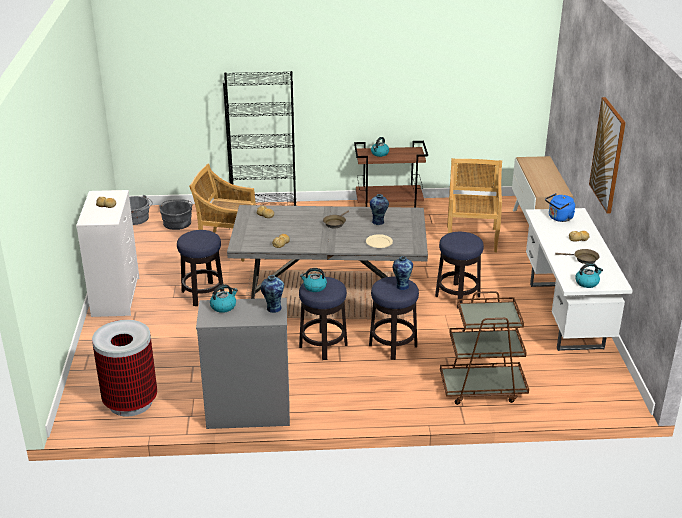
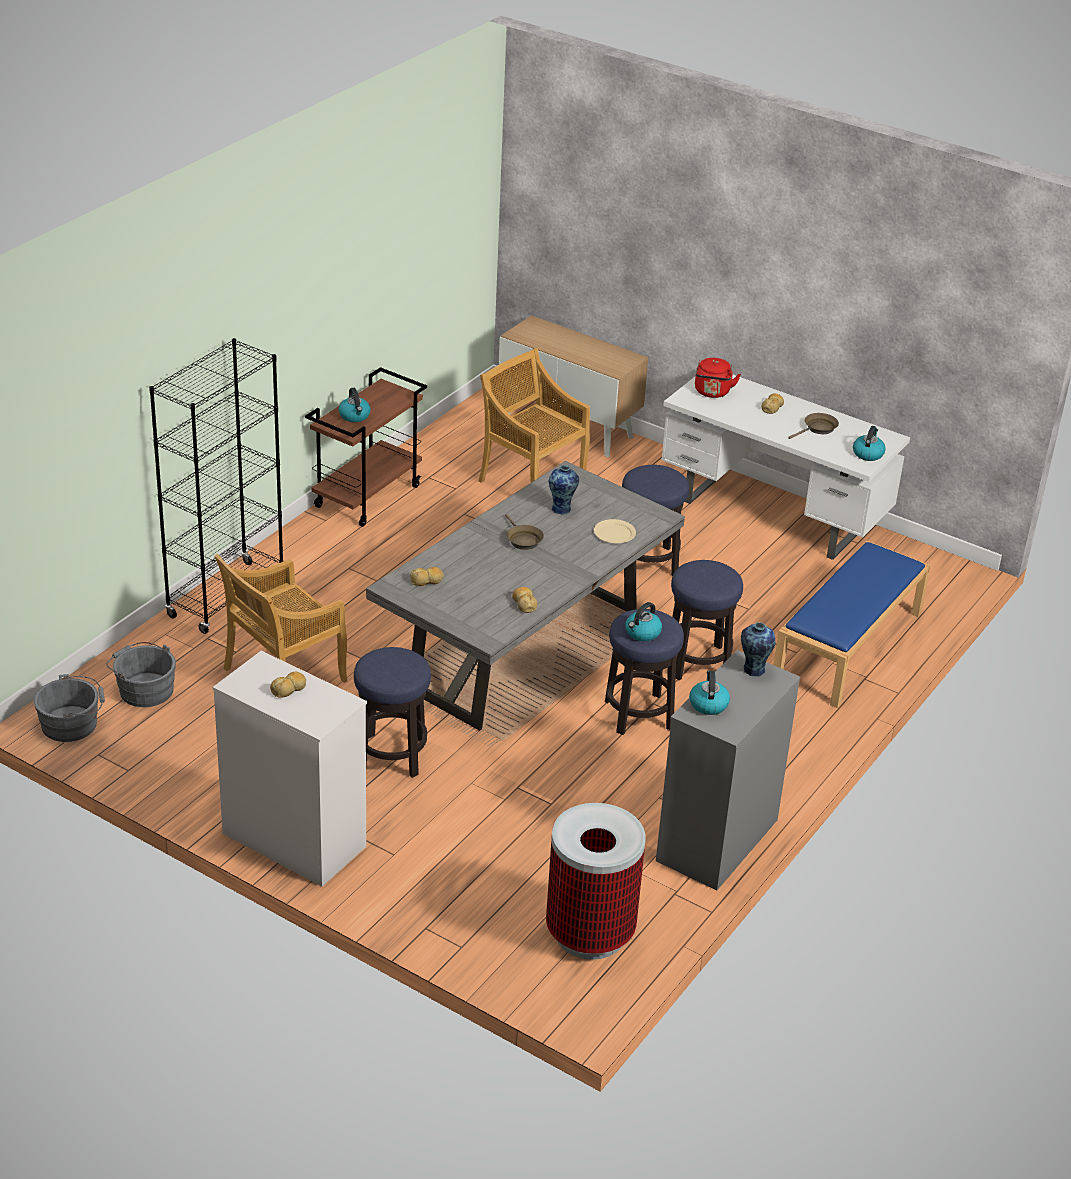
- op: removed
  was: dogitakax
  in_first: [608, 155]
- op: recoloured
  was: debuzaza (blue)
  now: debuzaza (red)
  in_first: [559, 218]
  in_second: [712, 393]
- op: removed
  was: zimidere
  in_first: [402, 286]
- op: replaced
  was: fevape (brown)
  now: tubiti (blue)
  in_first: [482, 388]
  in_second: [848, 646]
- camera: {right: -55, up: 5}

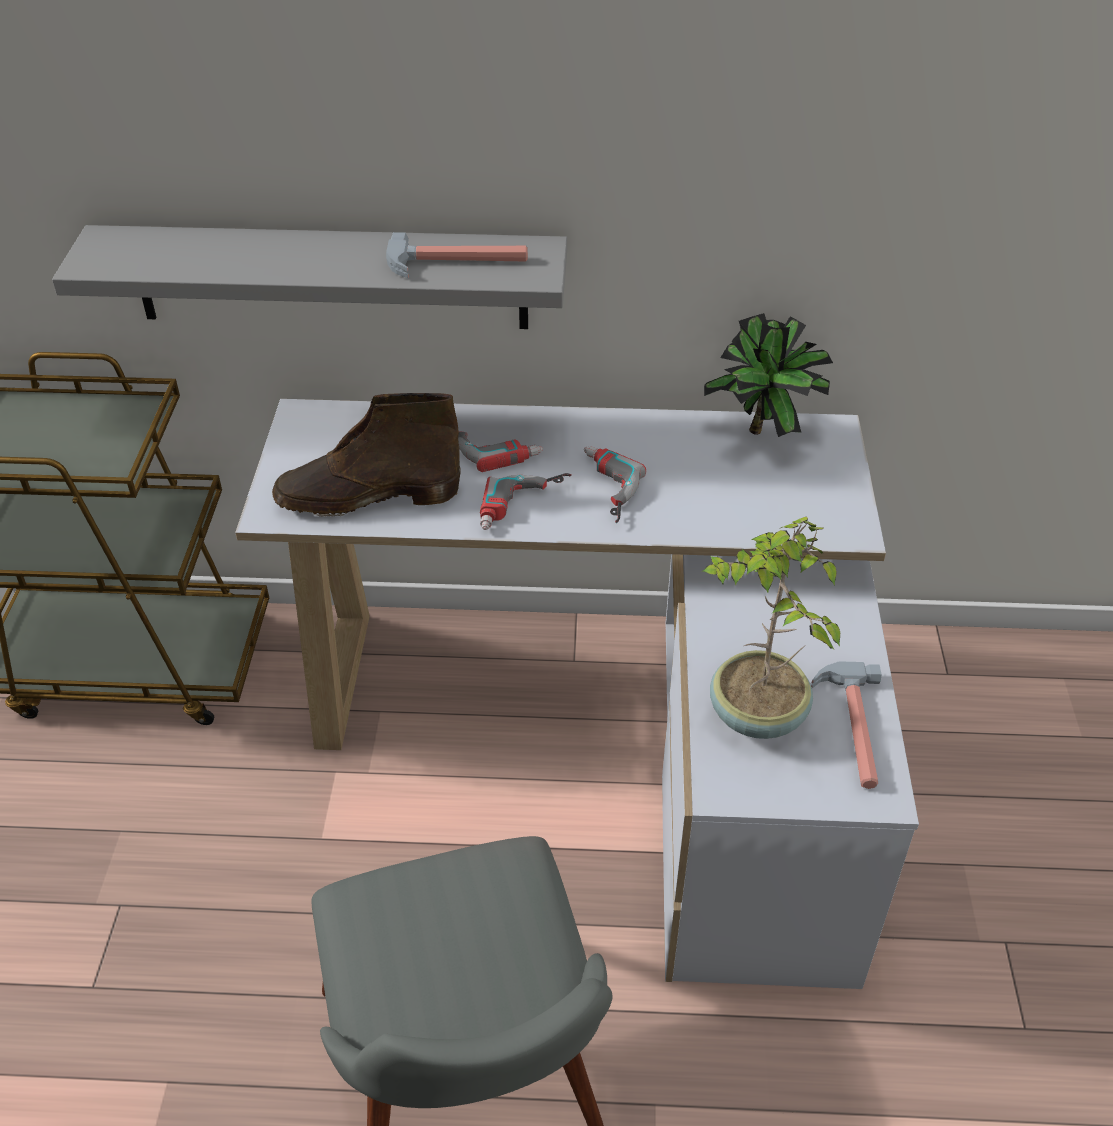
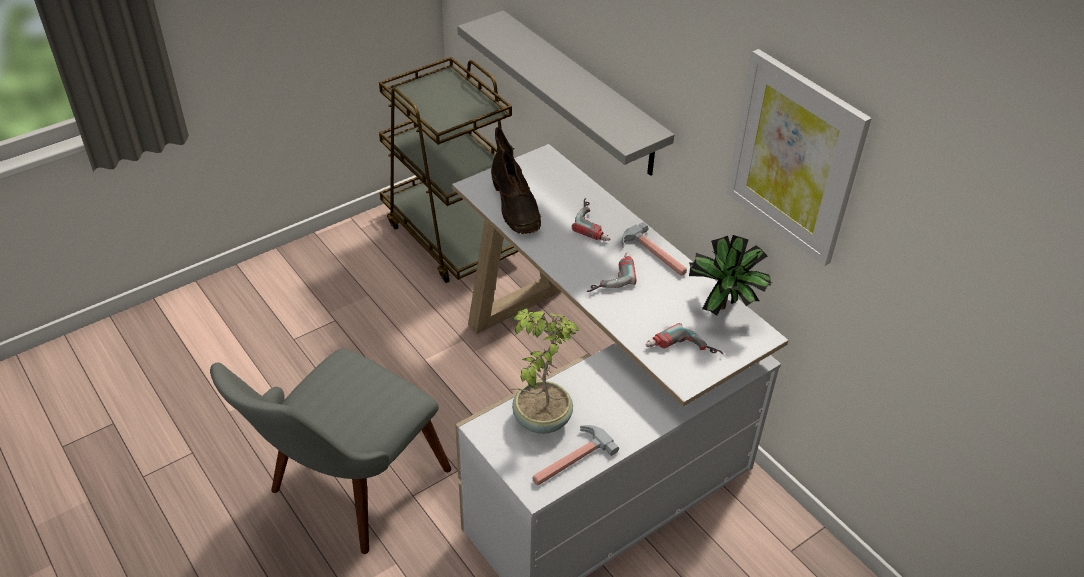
- op: moved
  was: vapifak
  in_first: [457, 262]
  in_second: [654, 255]
- op: turned
  was: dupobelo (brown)
  in_first: [366, 496]
  in_second: [516, 206]
  clockwise: -150
- op: moved
  was: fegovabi
  in_first: [525, 507]
  in_second: [682, 352]
- op: added
  now: dogitakax
  in_second: [795, 157]
- camera: {right: 50, up: 0}

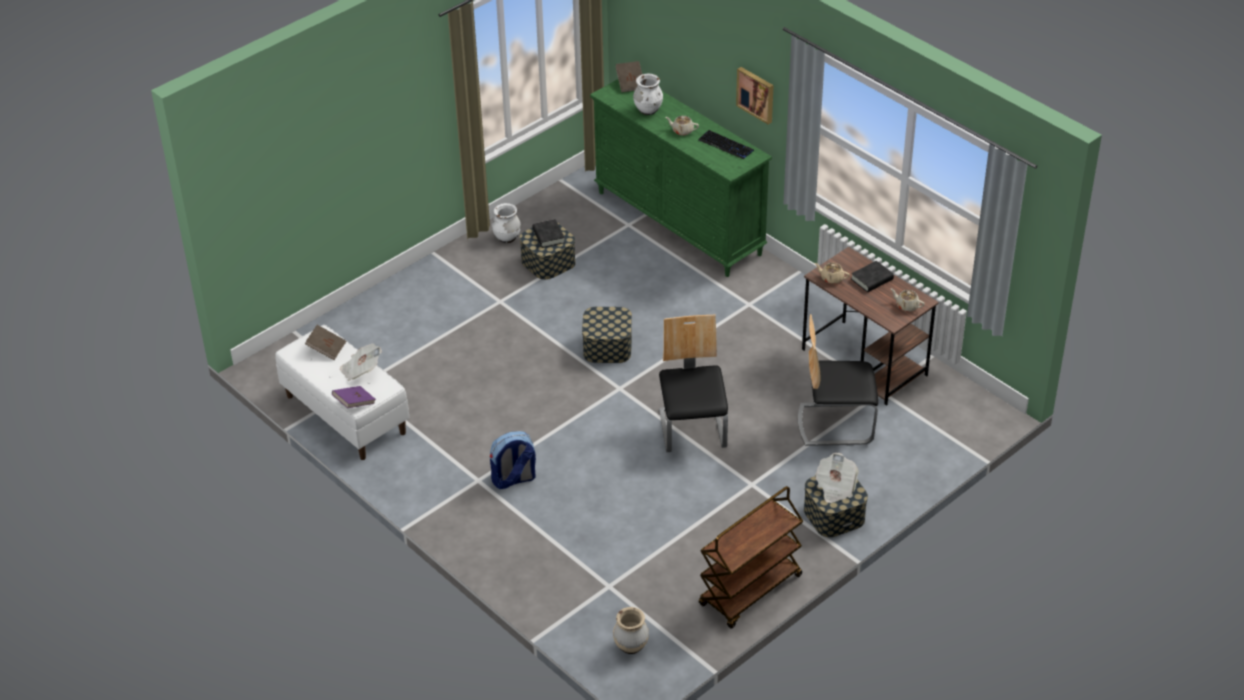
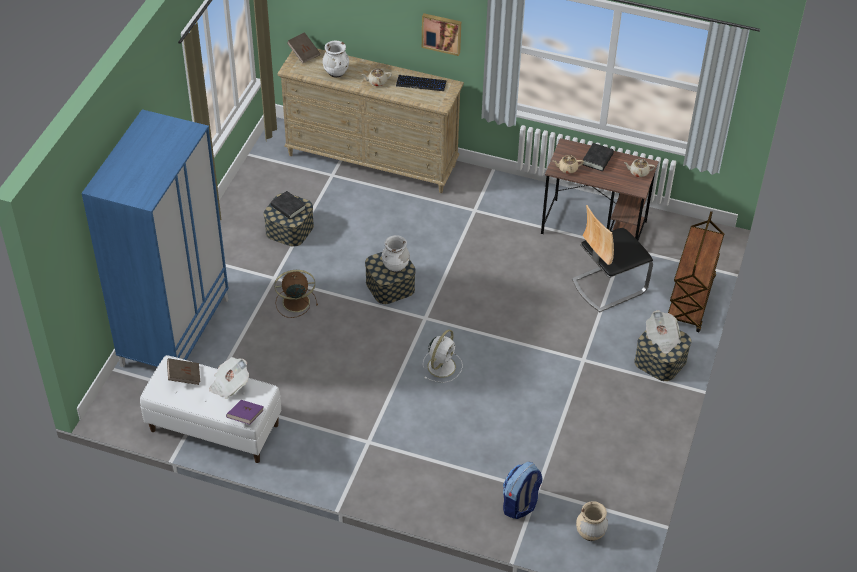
- op: recoloured
  was: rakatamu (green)
  now: rakatamu (beige)
  in_first: [679, 224]
  in_second: [372, 160]
- op: moved
  was: zimidere (white)
  in_first: [507, 238]
  in_second: [395, 267]
- op: removed
  was: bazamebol
  in_first: [693, 429]
- op: moved
  was: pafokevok
  in_first: [513, 479]
  in_second: [520, 504]
- op: moved
  was: fevape (brown)
  in_first: [750, 591]
  in_second: [690, 301]
- op: added
  now: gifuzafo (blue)
  in_second: [175, 331]
- op: added
  now: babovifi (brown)
  in_second: [294, 302]
- op: added
  now: babovifi (white)
  in_second: [442, 366]
- camera: {right: -30, up: 5}

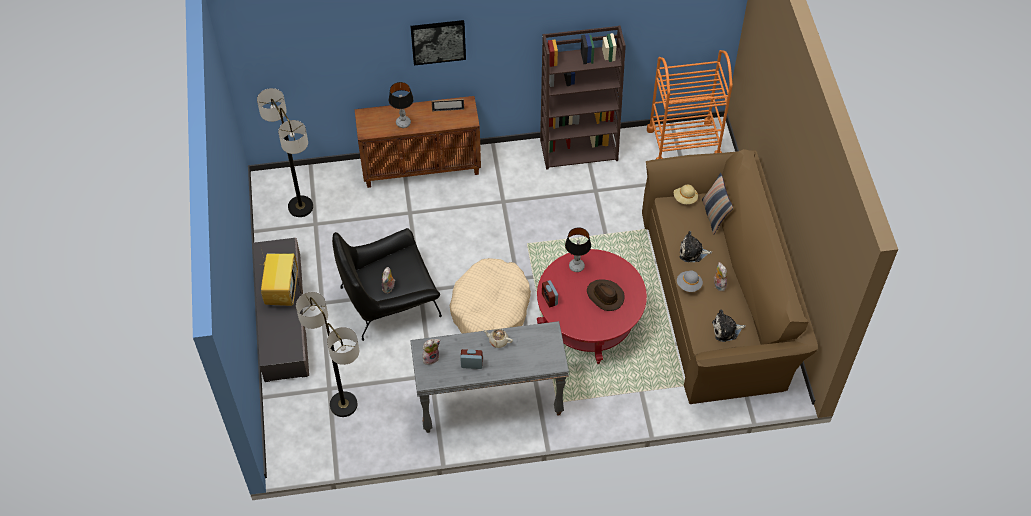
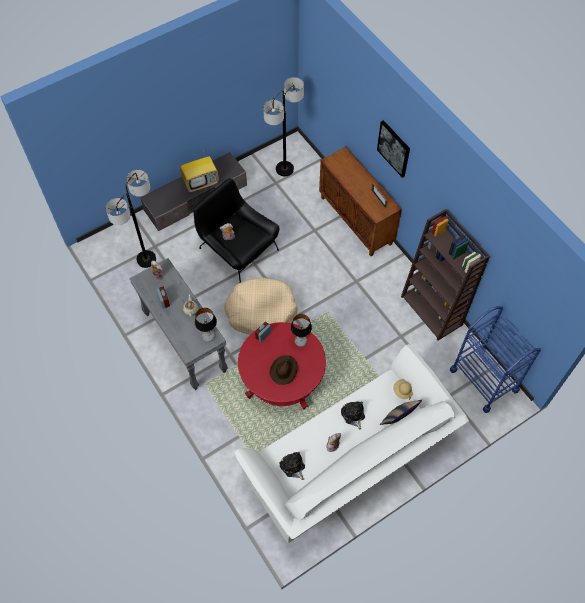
- op: recoloured
  was: fevape (orange)
  now: fevape (blue)
  in_first: [683, 143]
  in_second: [484, 380]
- op: moved
  was: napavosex
  in_first: [403, 123]
  in_second: [208, 336]
- op: recoloured
  was: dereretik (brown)
  now: dereretik (white)
  in_first: [719, 297]
  in_second: [350, 461]
- op: removed
  was: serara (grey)
  in_first: [689, 285]
- camera: {right: 65, up: 5}

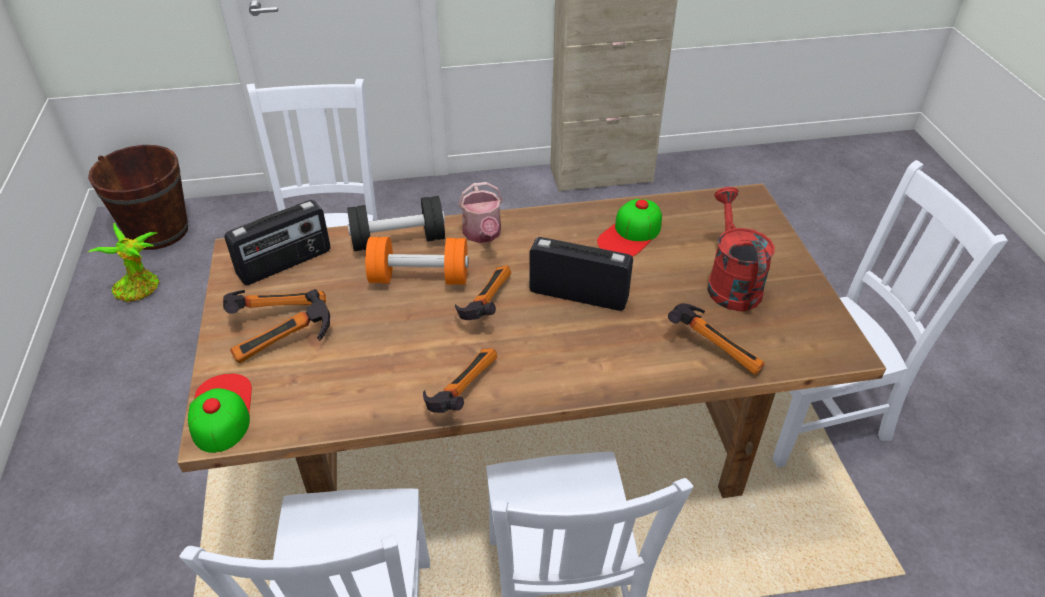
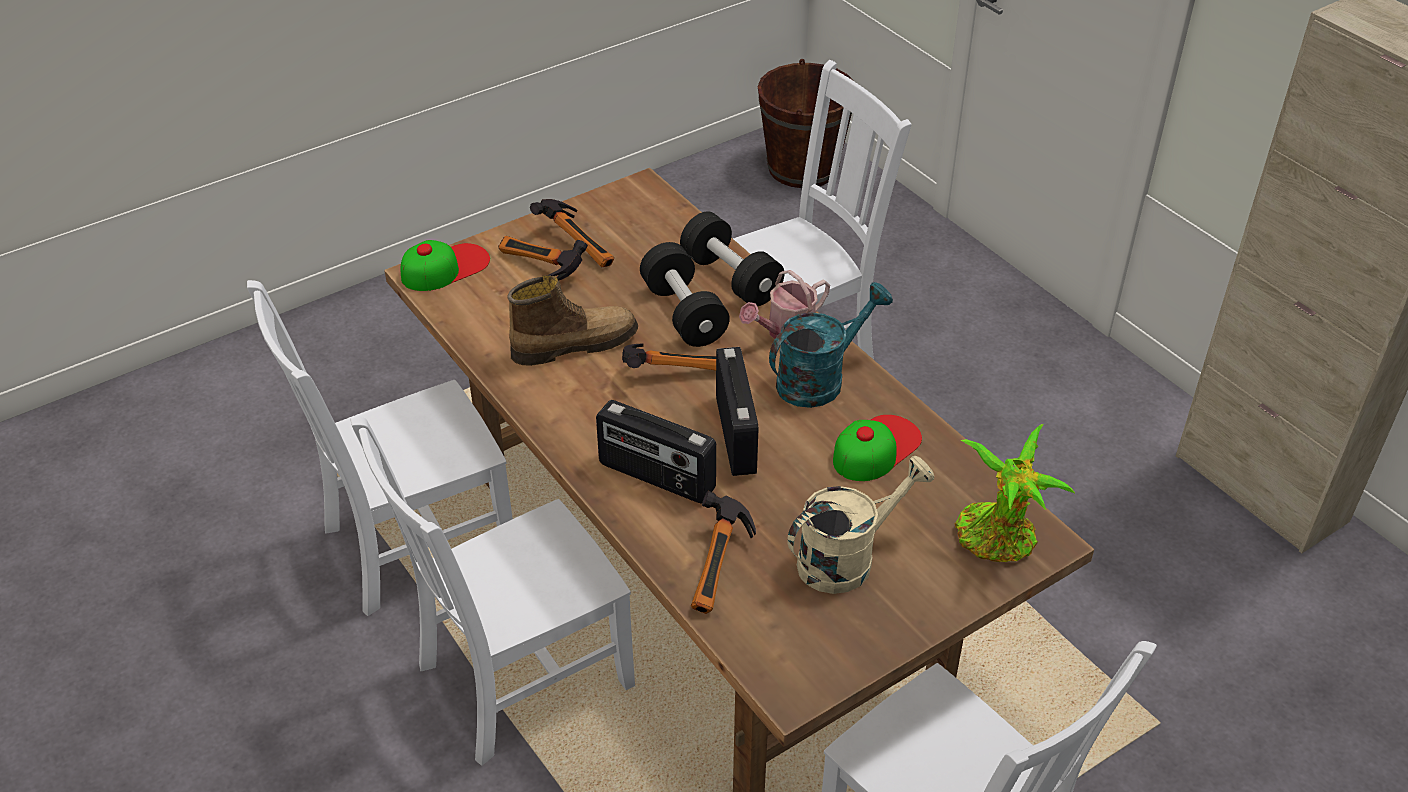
- op: recoloured
  was: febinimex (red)
  now: febinimex (beige)
  in_first: [730, 283]
  in_second: [847, 558]
- op: turned
  was: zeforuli
  in_first: [630, 234]
  in_second: [876, 448]
  clockwise: 120
- op: moved
  was: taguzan
  in_first: [285, 264]
  in_second: [656, 477]
- op: moved
  was: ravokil
  in_first: [140, 289]
  in_second: [998, 541]
- op: recoloured
  was: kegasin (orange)
  now: kegasin (black)
  in_first: [419, 278]
  in_second: [684, 313]
- op: removed
  was: vapifak
  in_first: [460, 390]
- op: added
  now: dupobelo
  in_second: [574, 344]
- op: added
  now: febinimex (turquoise)
  in_second: [819, 379]
- camera: {right: 65, up: 0}

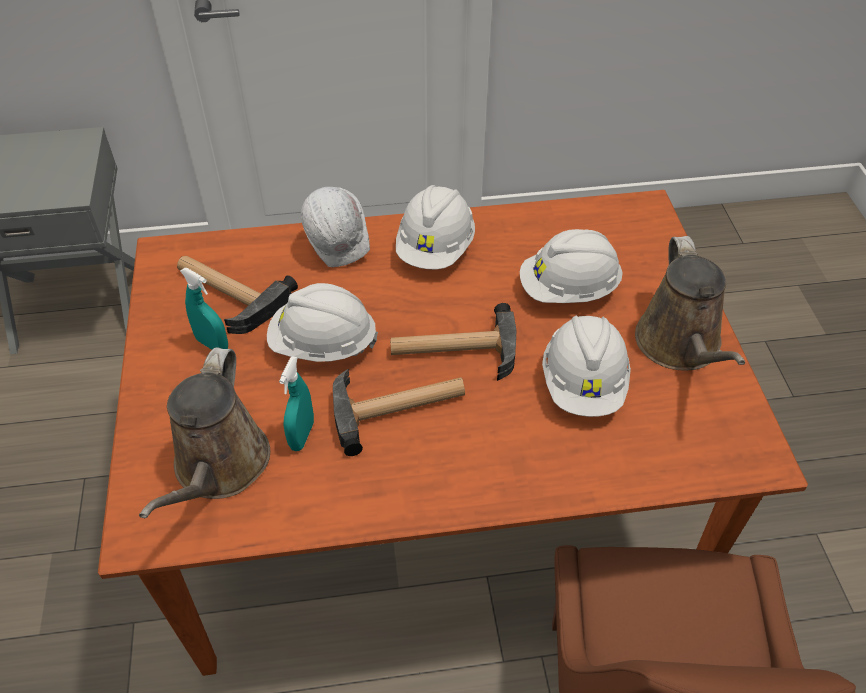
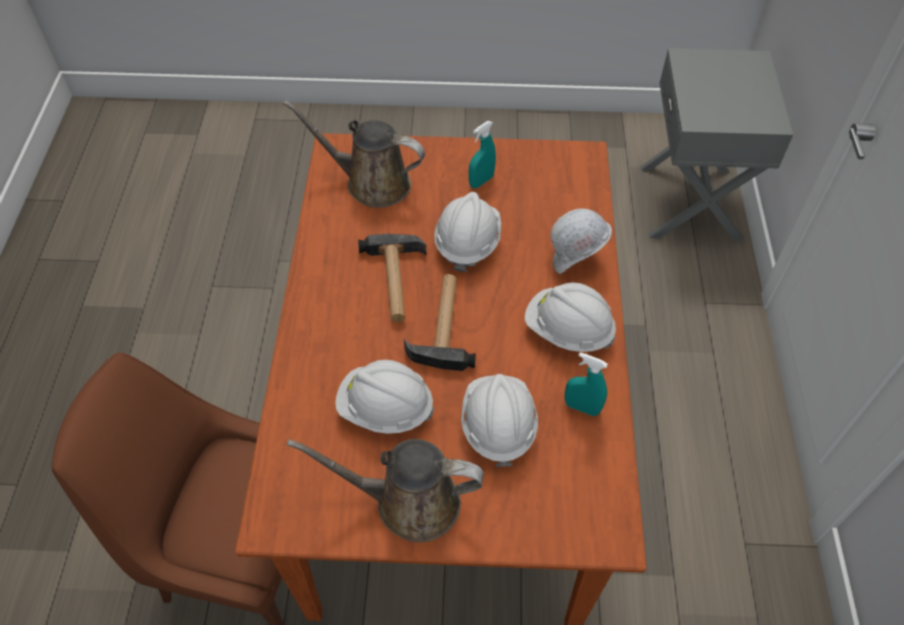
- op: removed
  was: vapifak
  in_first: [227, 293]
- op: moved
  was: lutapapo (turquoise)
  in_first: [302, 435]
  in_second: [582, 407]
- camera: {right: 100, up: 5}

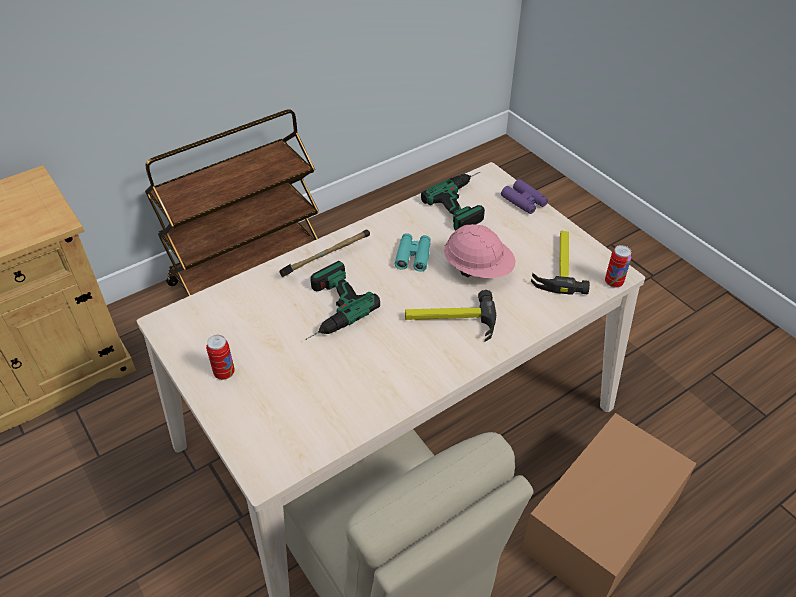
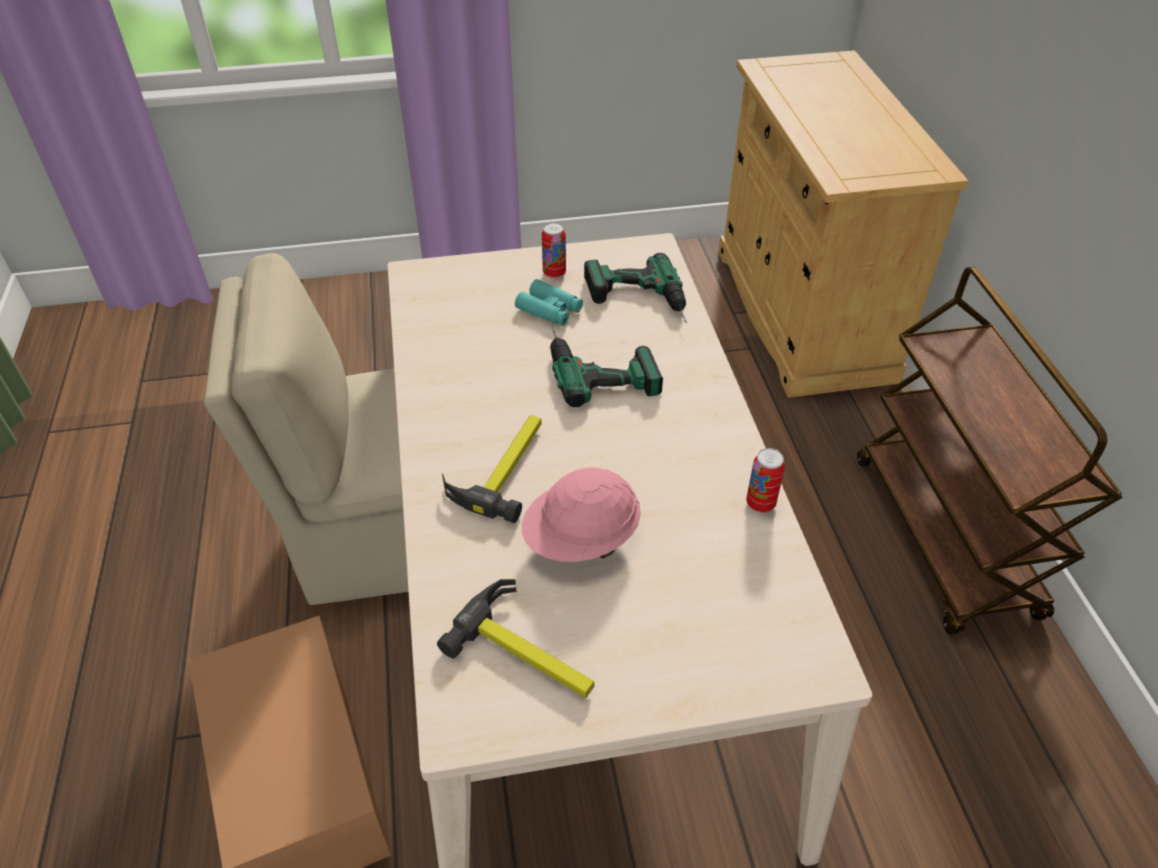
- op: moved
  was: fegovabi
  in_first: [466, 202]
  in_second: [638, 302]
- op: removed
  was: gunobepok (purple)
  in_first: [524, 201]
- op: removed
  was: vapifak
  in_first: [324, 262]
- op: moved
  was: gunobepok (turquoise)
  in_first: [413, 256]
  in_second: [549, 310]
- op: moved
  was: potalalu
  in_first: [613, 282]
  in_second: [760, 503]
- camera: {right: 115, up: 0}

